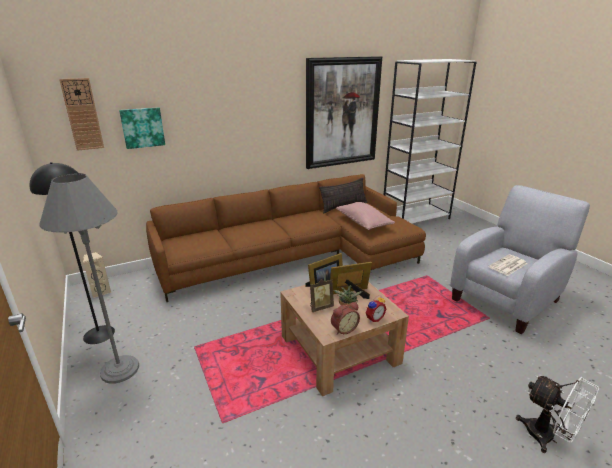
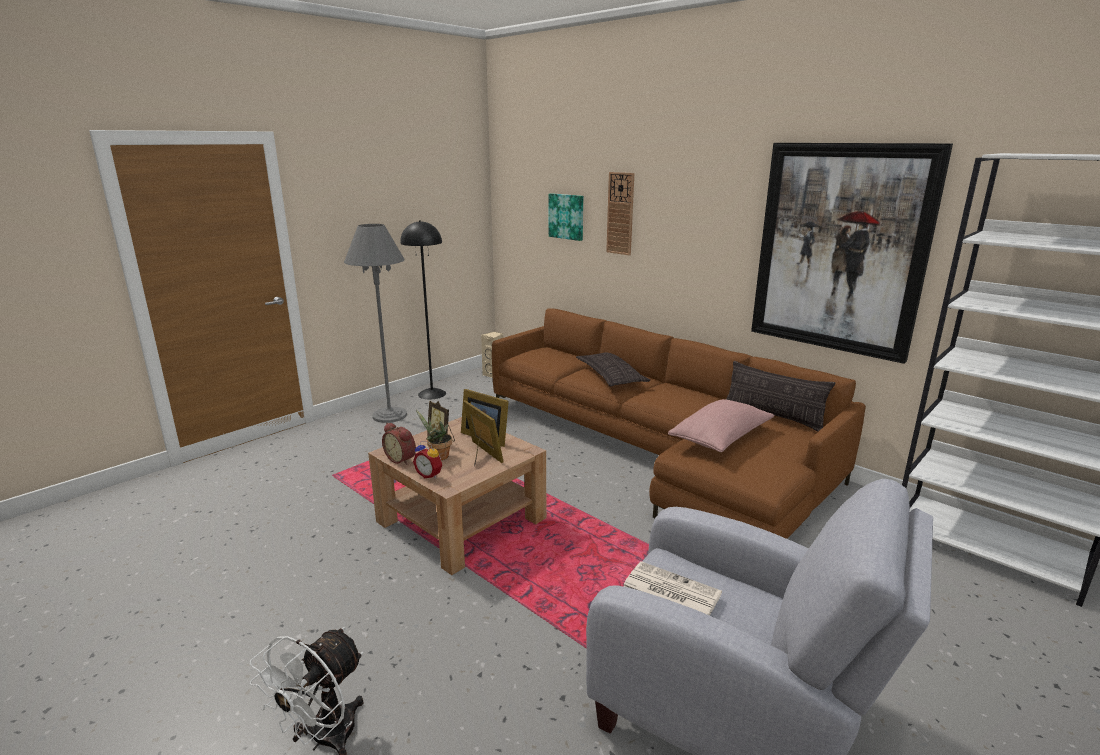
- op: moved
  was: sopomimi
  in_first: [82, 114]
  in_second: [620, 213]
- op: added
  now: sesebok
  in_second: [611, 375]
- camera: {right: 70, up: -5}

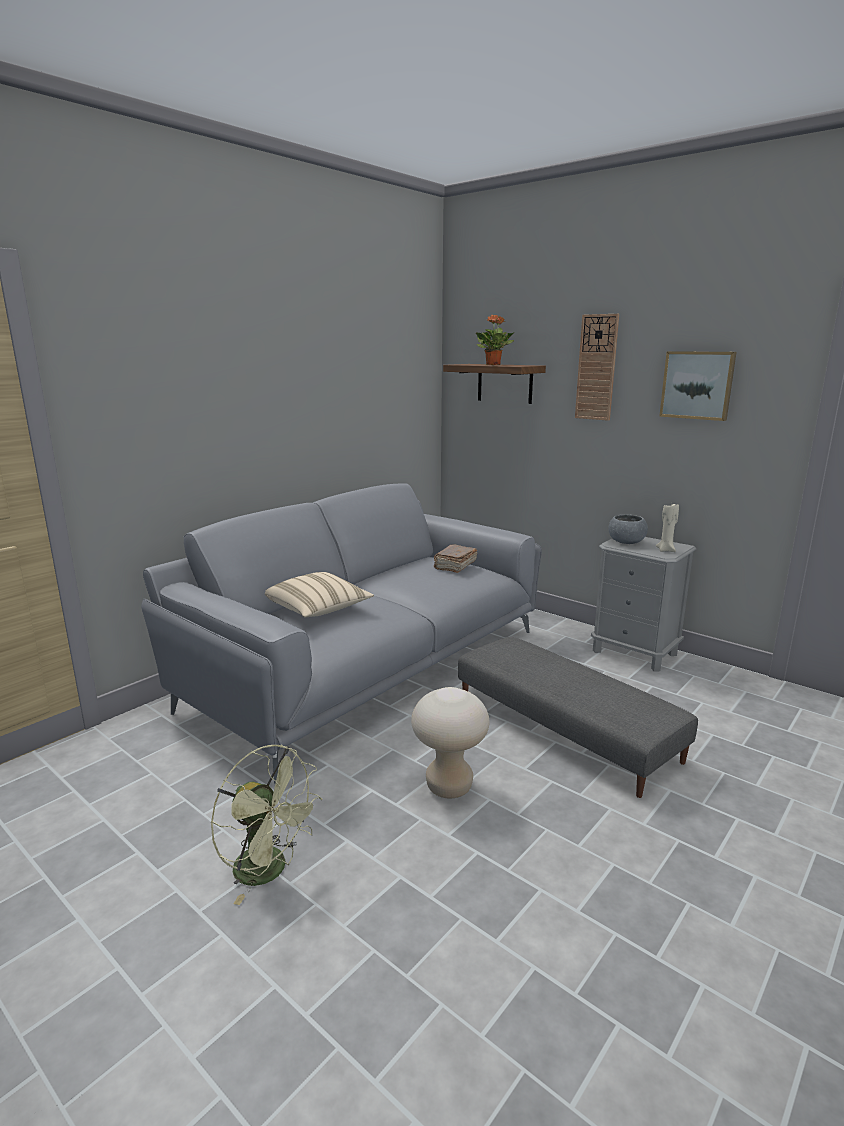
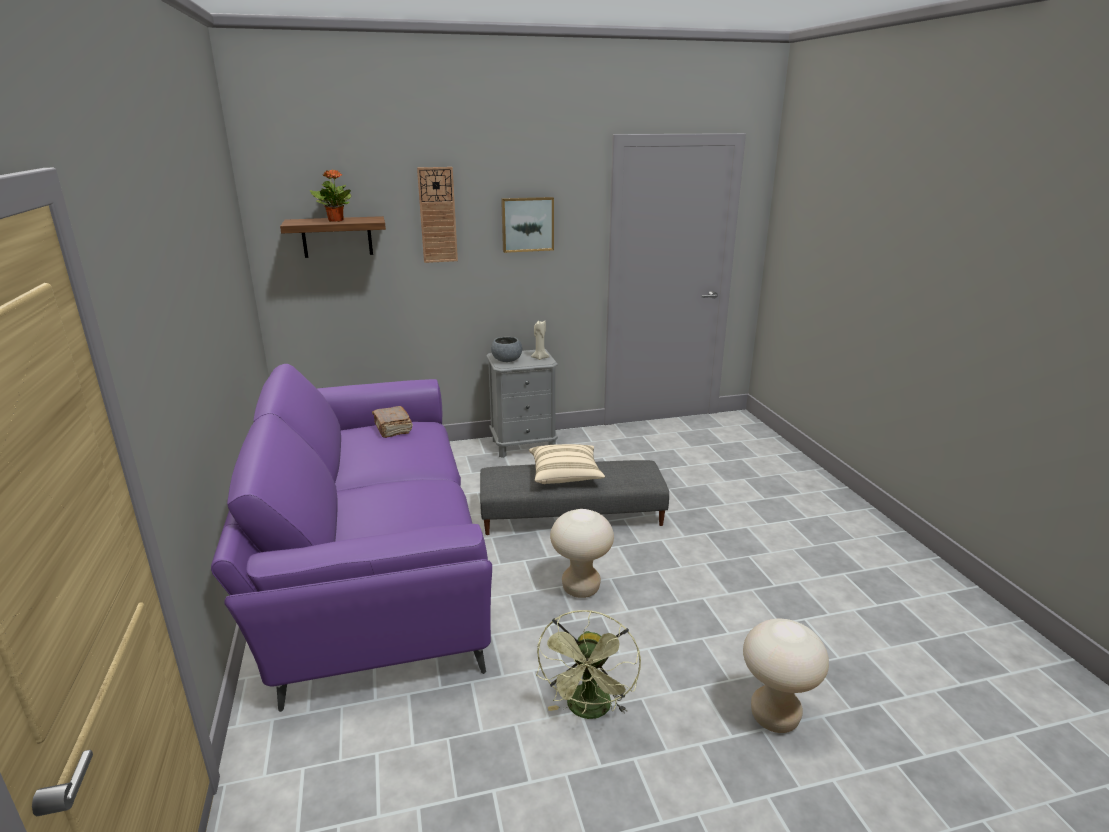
- op: recoloured
  was: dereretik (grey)
  now: dereretik (purple)
  in_first: [367, 665]
  in_second: [371, 556]
- op: moved
  was: sesebok (beige)
  in_first: [318, 610]
  in_second: [565, 475]
- op: turned
  was: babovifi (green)
  in_first: [270, 871]
  in_second: [589, 711]
  clockwise: 120
- op: added
  now: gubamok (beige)
  in_second: [774, 717]
- camera: {right: -55, up: 5}

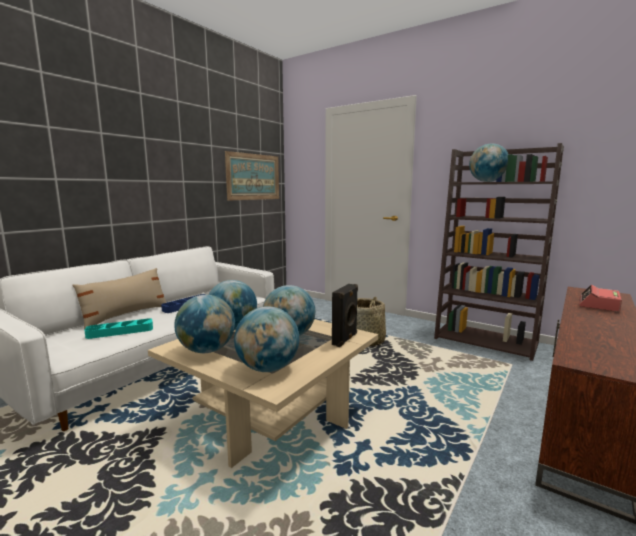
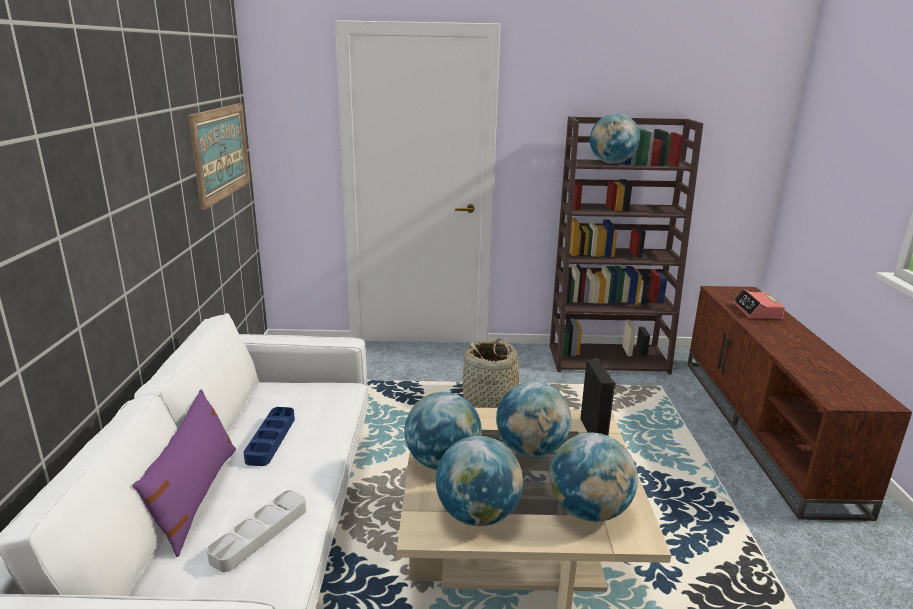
- op: recoloured
  was: sesebok (beige)
  now: sesebok (purple)
  in_first: [126, 315]
  in_second: [195, 497]
- op: recoloured
  was: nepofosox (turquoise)
  now: nepofosox (grey)
  in_first: [120, 332]
  in_second: [260, 534]
- camera: {right: -35, up: 10}

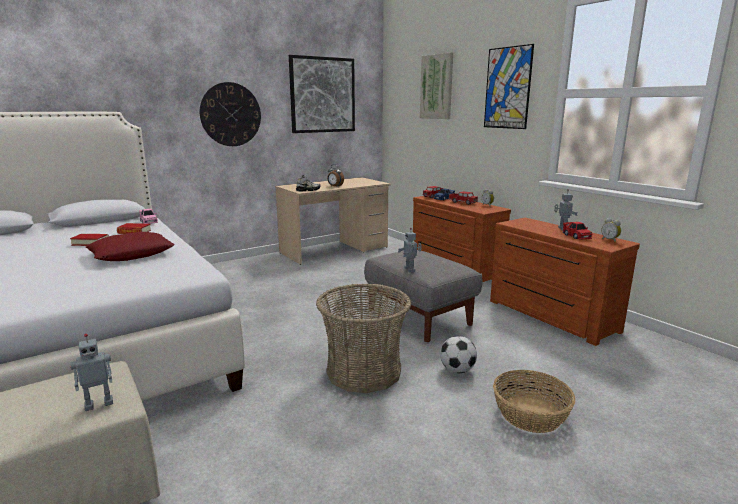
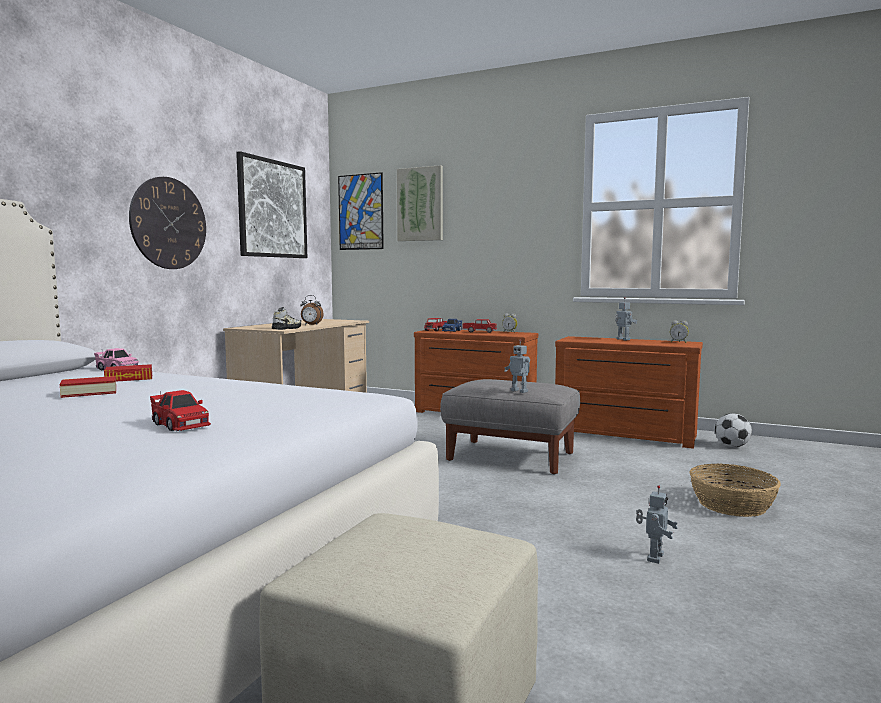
- op: moved
  was: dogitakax
  in_first: [507, 88]
  in_second: [361, 212]
- op: moved
  was: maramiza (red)
  in_first: [576, 236]
  in_second: [180, 425]
- op: removed
  was: sesebok (red)
  in_first: [132, 254]
- op: removed
  was: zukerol
  in_first: [363, 371]
- op: moved
  was: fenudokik
  in_first: [99, 404]
  in_second: [653, 557]
- op: moved
  was: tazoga
  in_first: [457, 370]
  in_second: [732, 446]
- camera: {right: -30, up: -10}

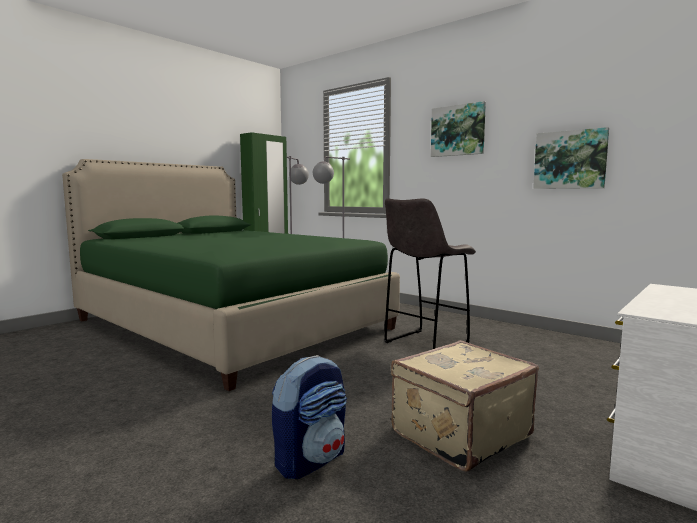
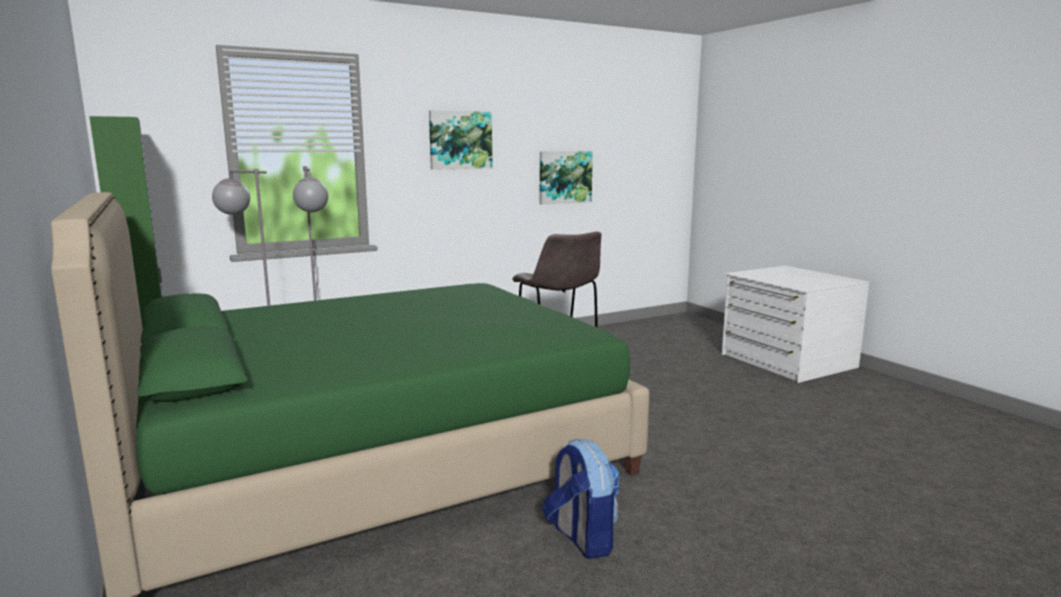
- op: removed
  was: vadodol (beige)
  in_first: [458, 433]
- op: moved
  was: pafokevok
  in_first: [311, 459]
  in_second: [581, 538]
- camera: {right: -70, up: 5}

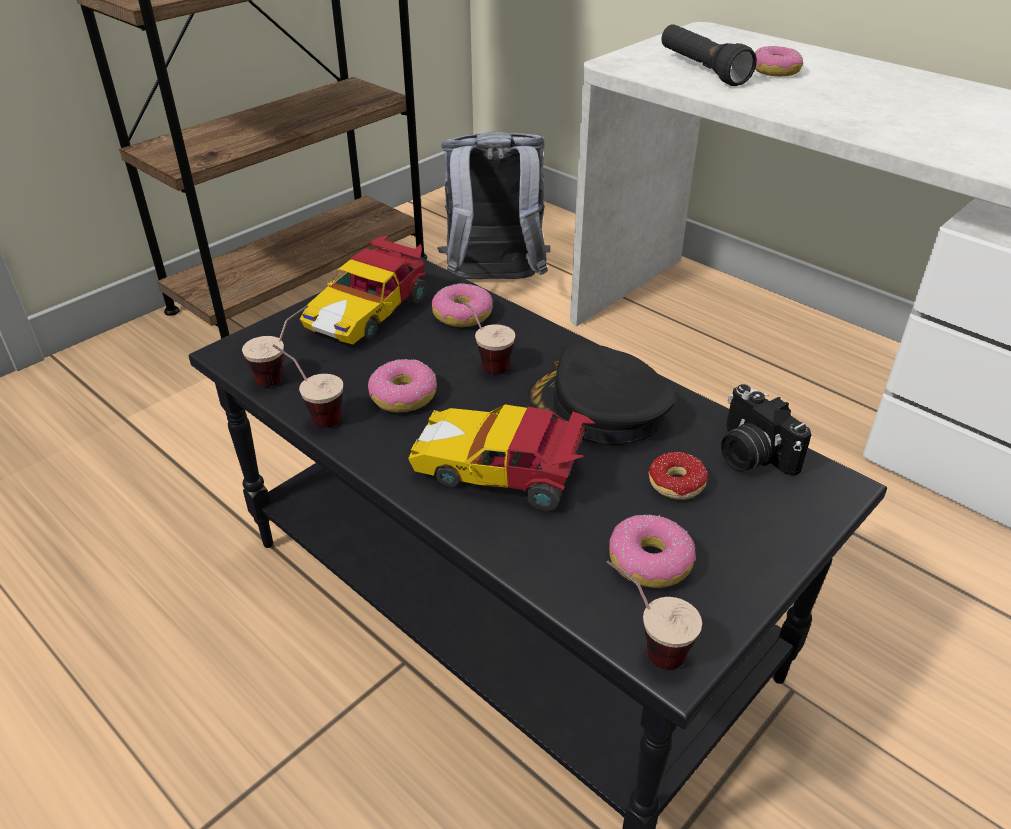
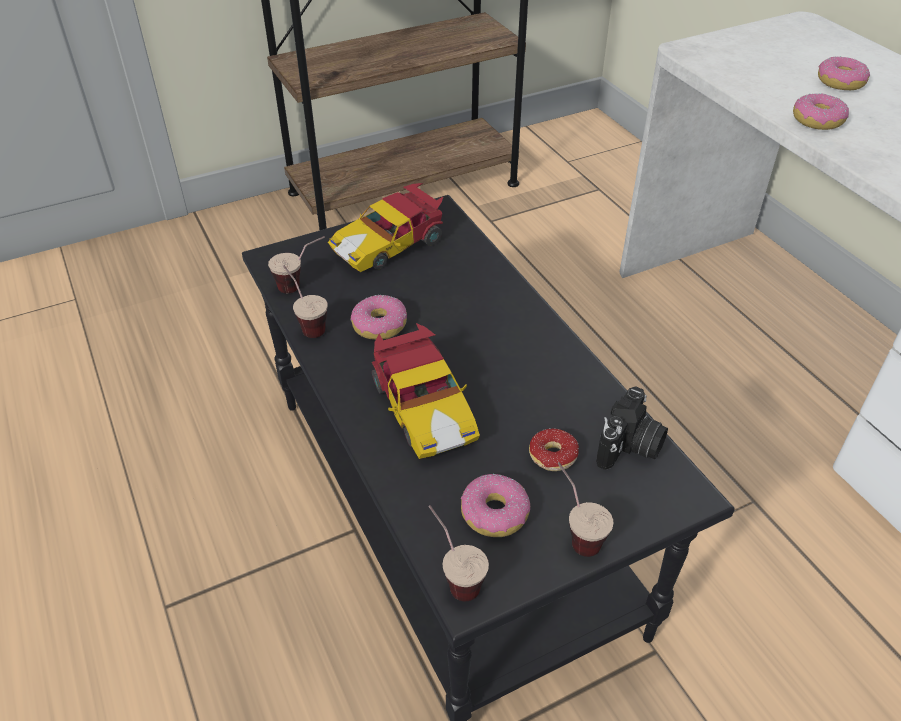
- op: removed
  was: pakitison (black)
  in_first: [701, 70]
- op: removed
  was: pafokevok (grey)
  in_first: [494, 282]
- op: moved
  was: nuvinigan
  in_first: [462, 315]
  in_second: [817, 121]
- op: moved
  was: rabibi
  in_first: [482, 361]
  in_second: [575, 532]
- op: removed
  was: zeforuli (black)
  in_first: [598, 407]
- op: turned
  was: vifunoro
  in_first: [750, 454]
  in_second: [630, 447]
  clockwise: -135
- op: turned
  was: maramiza
  in_first: [504, 471]
  in_second: [423, 408]
  clockwise: -150
- camera: {right: 20, up: 5}

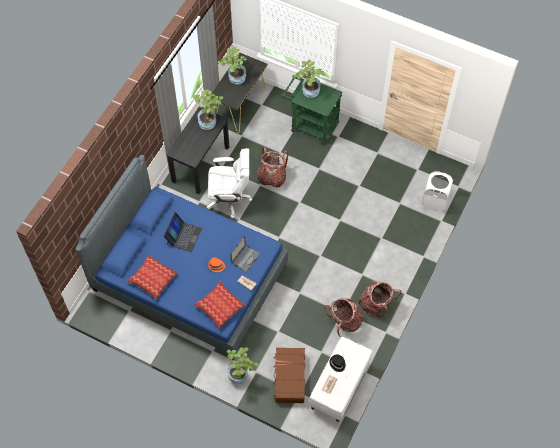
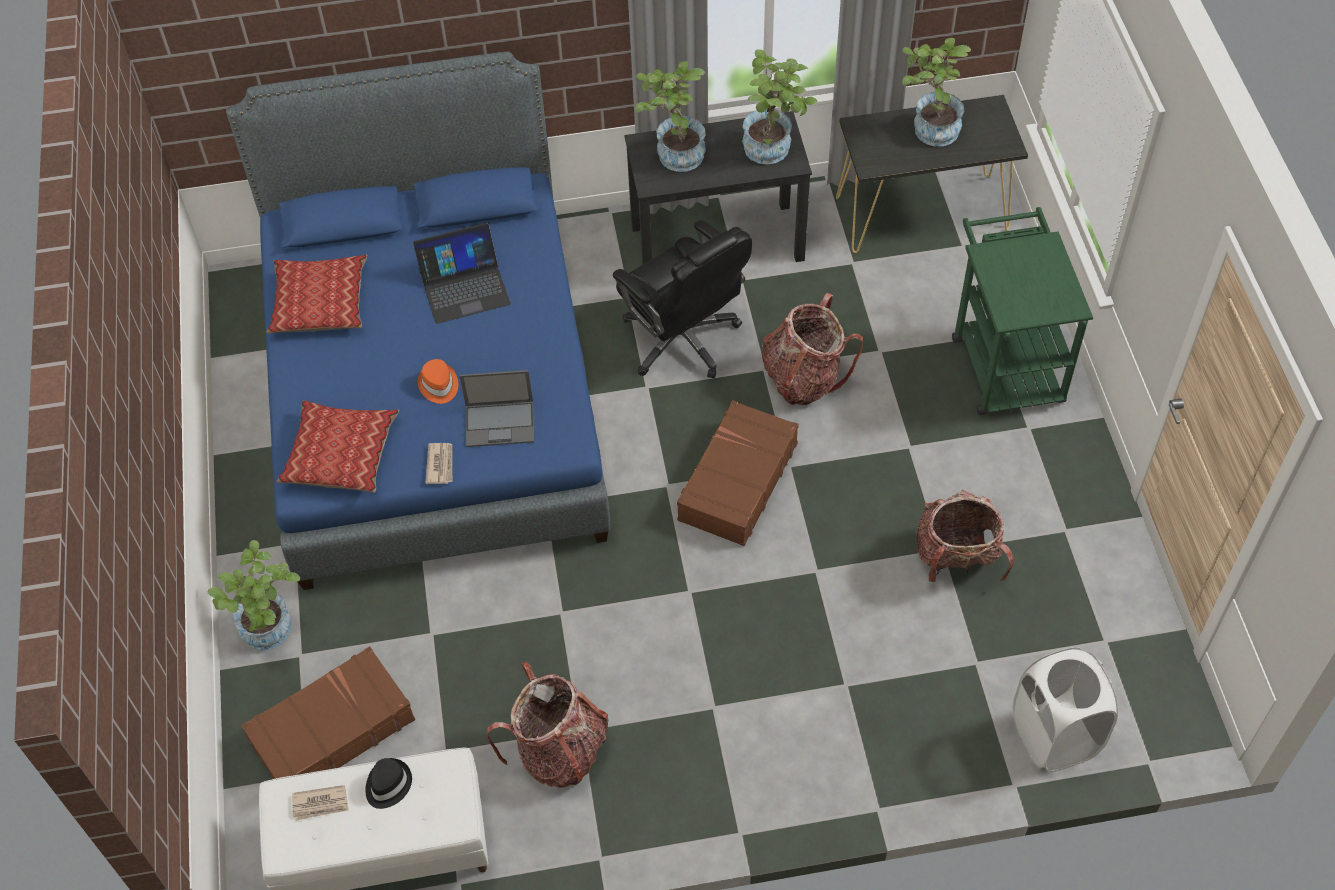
- op: moved
  was: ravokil
  in_first: [308, 92]
  in_second: [674, 153]
- op: recoloured
  was: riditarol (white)
  now: riditarol (black)
  in_first: [229, 198]
  in_second: [683, 339]
- op: moved
  was: pafokevok
  in_first: [376, 304]
  in_second: [957, 559]
- op: added
  now: vadodol (brown)
  in_second: [736, 482]
- camera: {right: 55, up: -5}

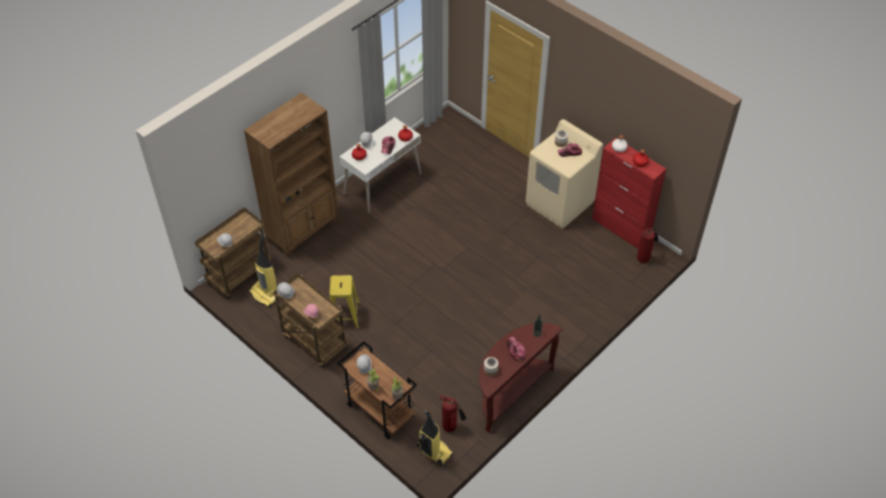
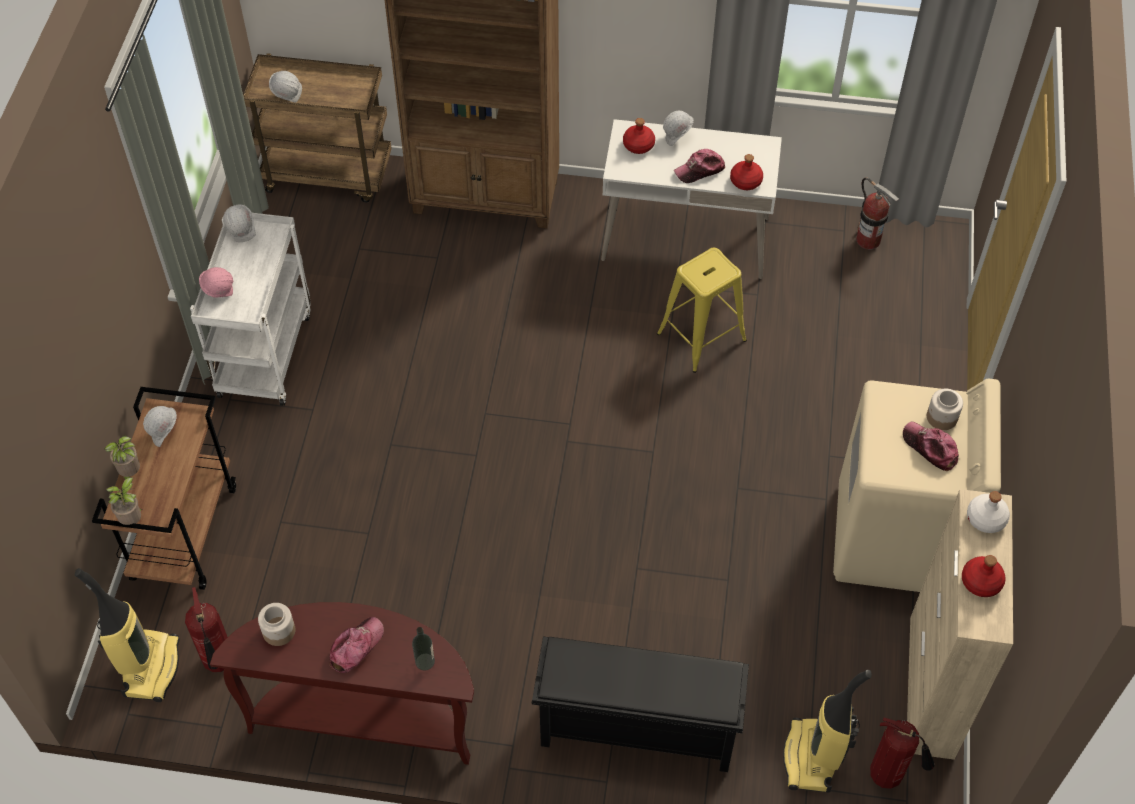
- op: recoloured
  was: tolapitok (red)
  now: tolapitok (beige)
  in_first: [621, 229]
  in_second: [931, 687]
- op: moved
  was: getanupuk
  in_first: [265, 294]
  in_second: [812, 758]
- op: recoloured
  was: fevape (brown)
  now: fevape (white)
  in_first: [313, 341]
  in_second: [264, 352]
- op: moved
  was: gubamok (yellow)
  in_first: [344, 316]
  in_second: [701, 337]
- op: added
  now: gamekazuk
  in_second: [868, 240]
- op: added
  now: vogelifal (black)
  in_second: [635, 730]
- camera: {right: 55, up: 5}

